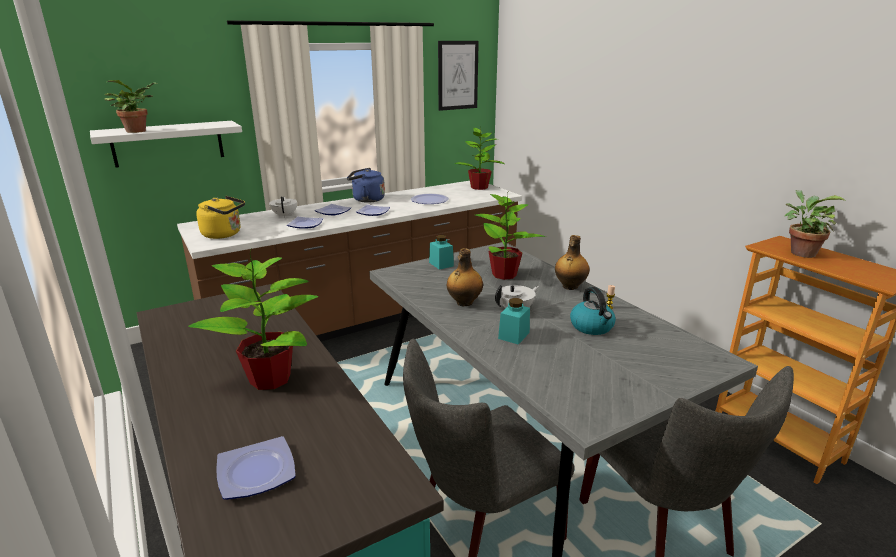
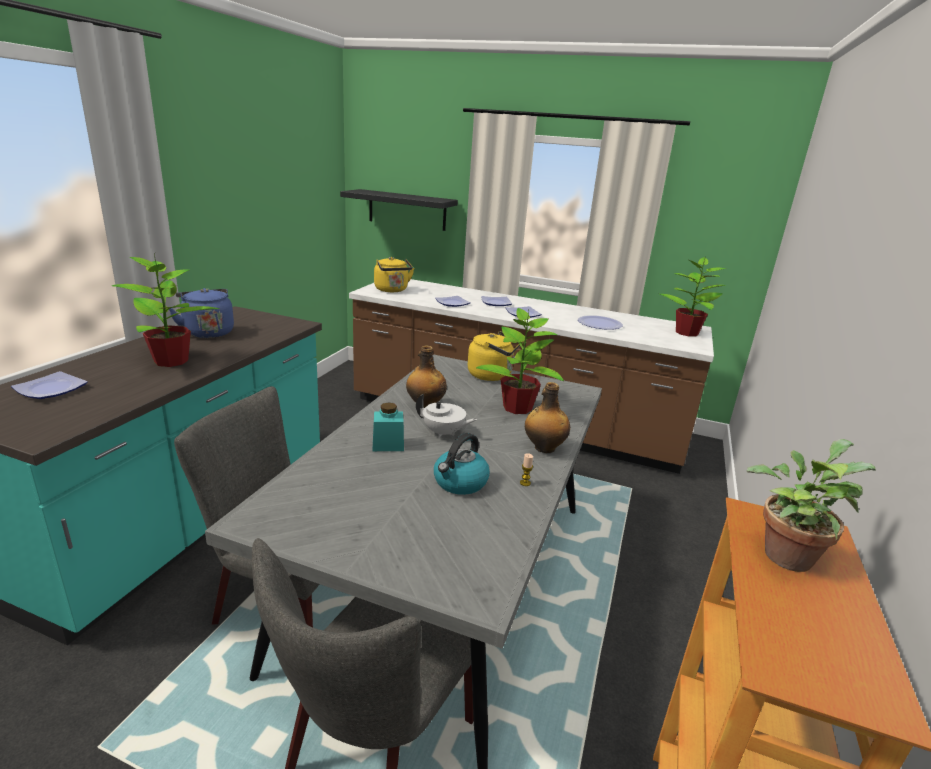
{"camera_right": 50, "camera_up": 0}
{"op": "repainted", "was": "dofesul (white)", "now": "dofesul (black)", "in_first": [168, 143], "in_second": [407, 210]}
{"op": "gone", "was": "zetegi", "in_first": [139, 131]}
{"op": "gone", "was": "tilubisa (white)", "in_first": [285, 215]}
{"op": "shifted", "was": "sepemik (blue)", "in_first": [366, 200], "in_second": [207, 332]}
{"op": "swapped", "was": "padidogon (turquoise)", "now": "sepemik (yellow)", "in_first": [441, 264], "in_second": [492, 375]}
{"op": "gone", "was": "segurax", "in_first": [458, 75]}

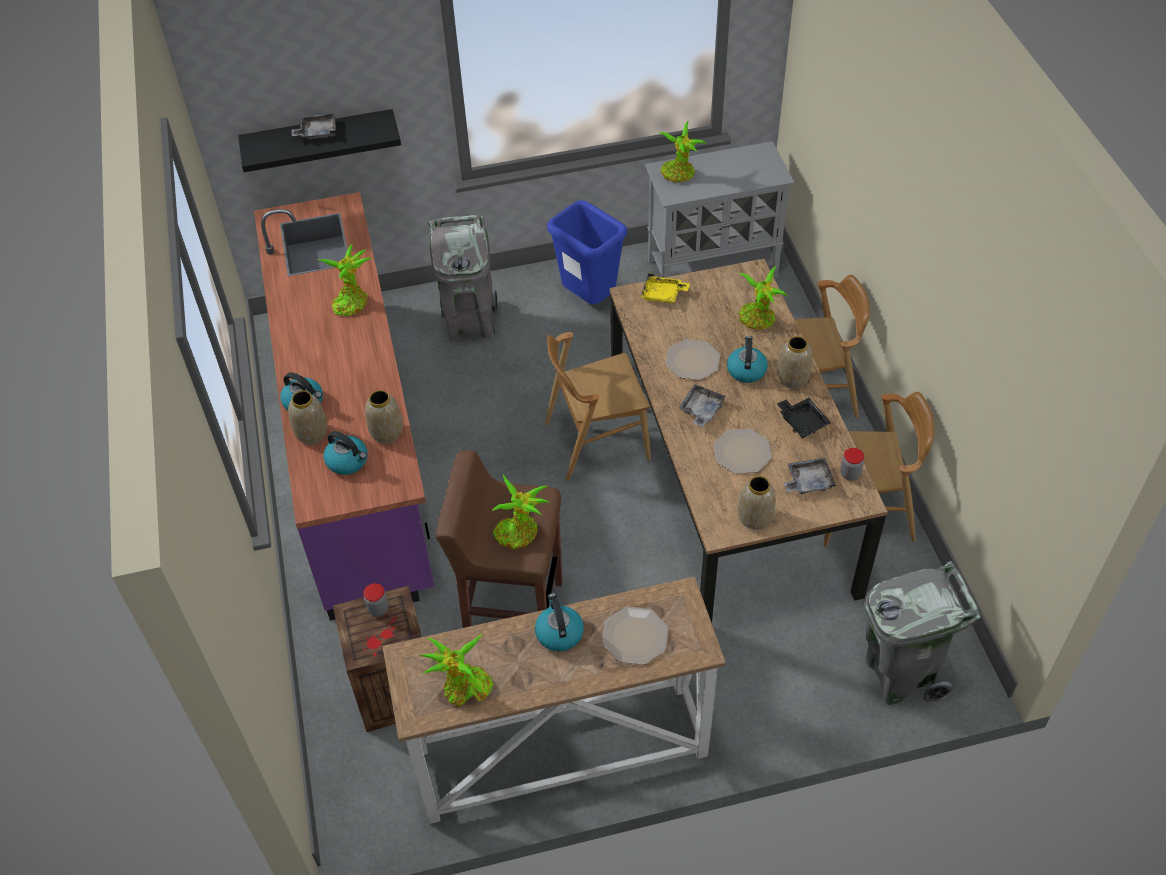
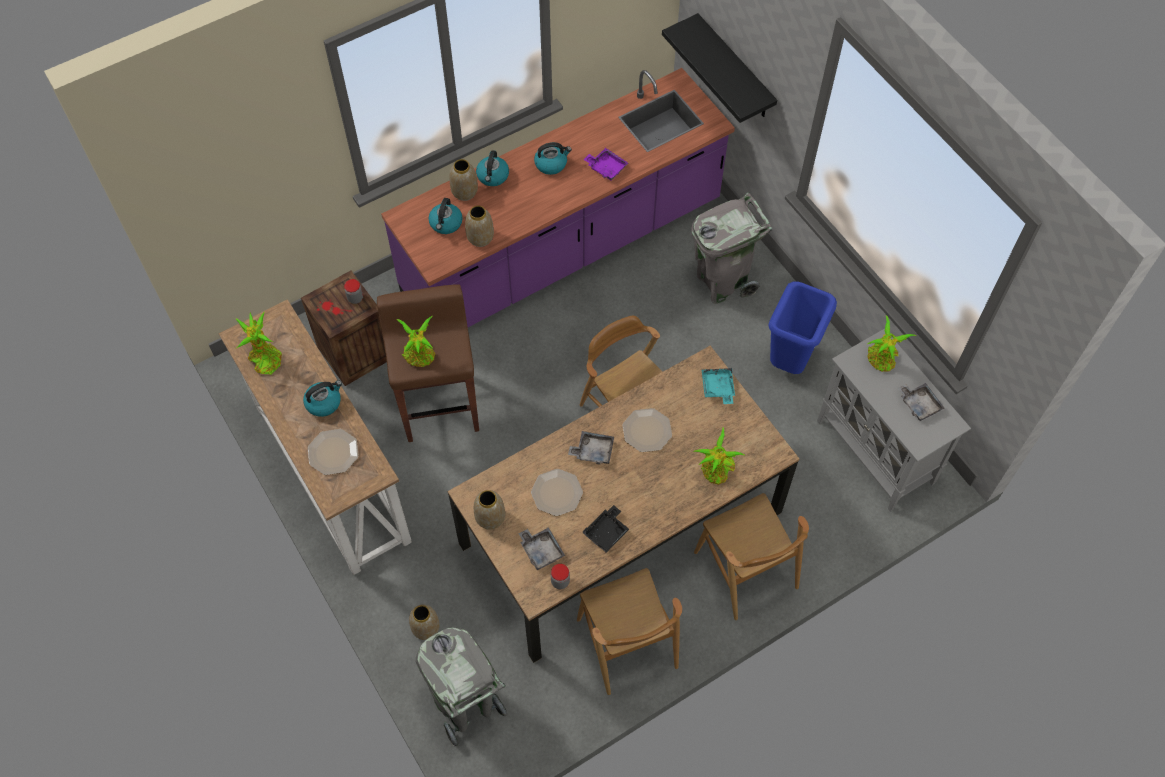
{"camera_right": 70, "camera_up": 10}
{"op": "shifted", "was": "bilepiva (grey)", "in_first": [317, 132], "in_second": [919, 404]}
{"op": "swapped", "was": "zetegi", "now": "bilepiva (purple)", "in_first": [351, 302], "in_second": [606, 167]}
{"op": "repainted", "was": "bilepiva (yellow)", "now": "bilepiva (turquoise)", "in_first": [663, 294], "in_second": [718, 388]}
{"op": "shifted", "was": "sepemik", "in_first": [746, 370], "in_second": [551, 164]}
{"op": "shifted", "was": "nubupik", "in_first": [793, 379], "in_second": [425, 628]}

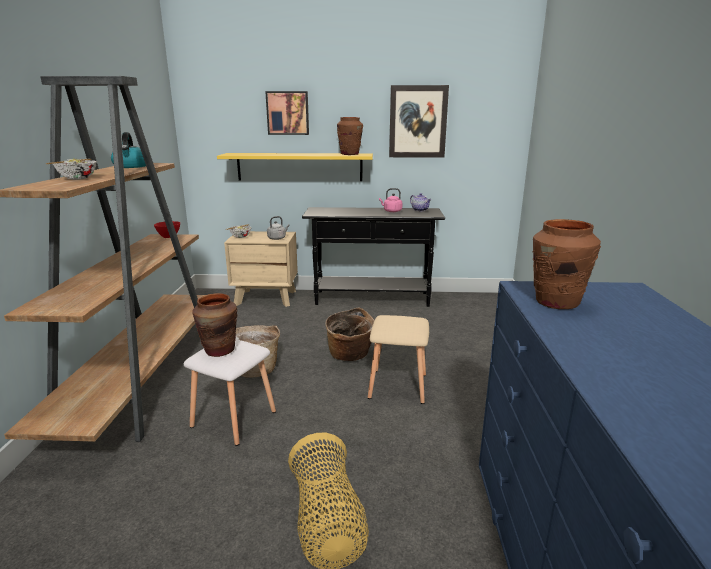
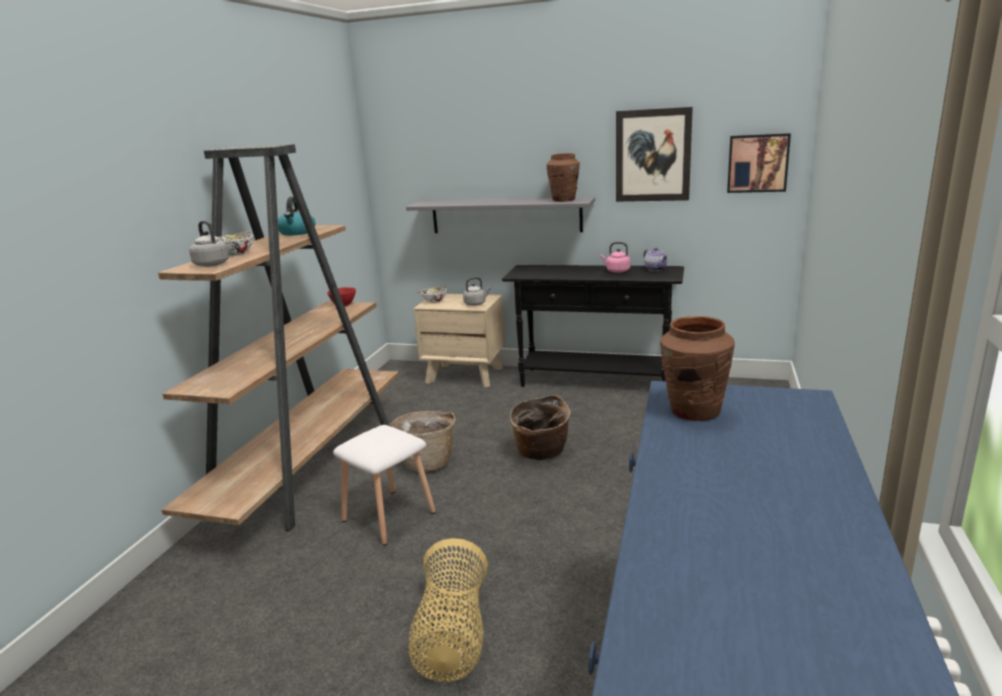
{"camera_right": 15, "camera_up": 0}
{"op": "gone", "was": "nubupik (brown)", "in_first": [219, 350]}
{"op": "repainted", "was": "dofesul (yellow)", "now": "dofesul (grey)", "in_first": [299, 167], "in_second": [505, 215]}
{"op": "shifted", "was": "segurax", "in_first": [288, 113], "in_second": [757, 163]}
{"op": "gone", "was": "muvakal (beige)", "in_first": [399, 386]}
{"op": "new", "now": "sepemik (grey)", "in_second": [210, 264]}

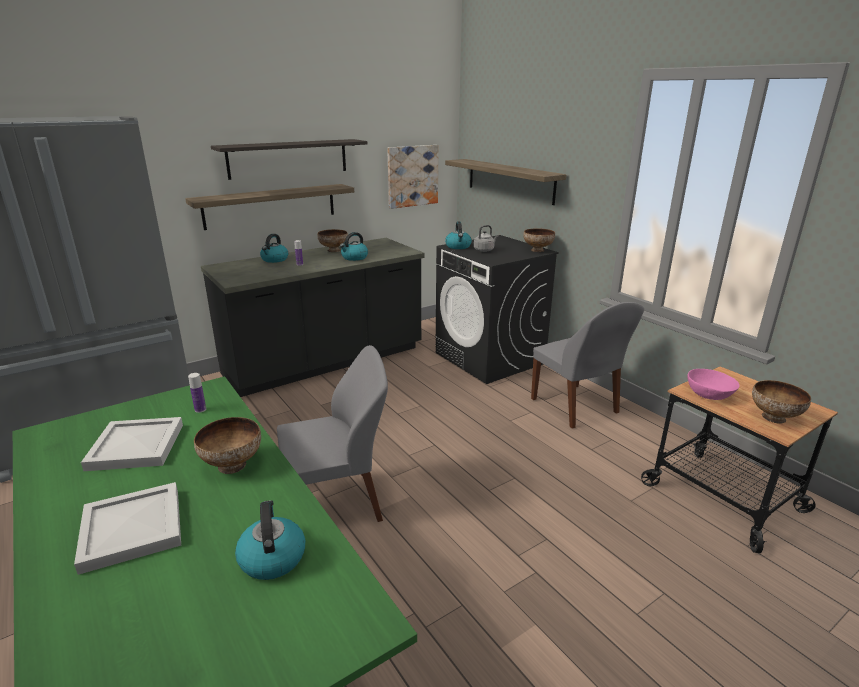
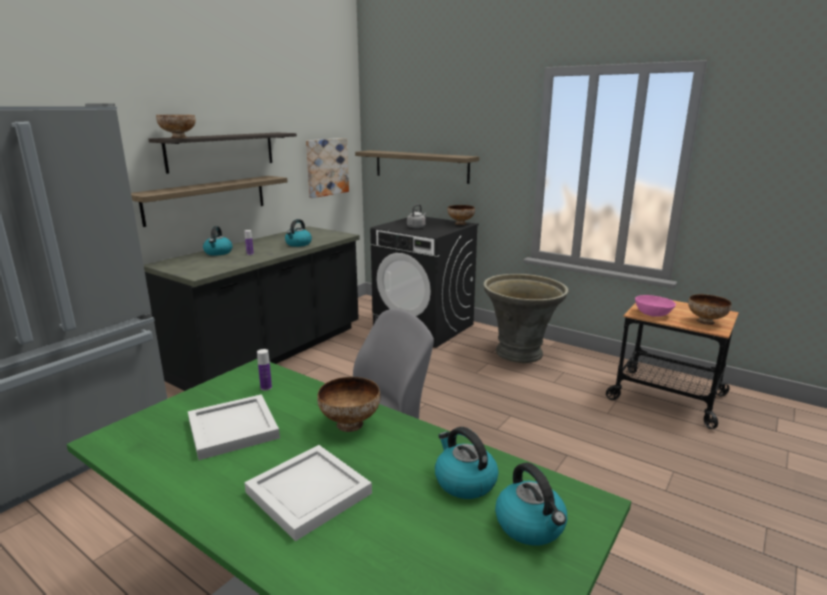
{"camera_right": -20, "camera_up": -5}
{"op": "shifted", "was": "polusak", "in_first": [333, 250], "in_second": [178, 138]}
{"op": "shifted", "was": "sepemik", "in_first": [458, 246], "in_second": [531, 525]}
{"op": "swapped", "was": "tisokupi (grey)", "now": "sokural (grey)", "in_first": [575, 407], "in_second": [520, 353]}

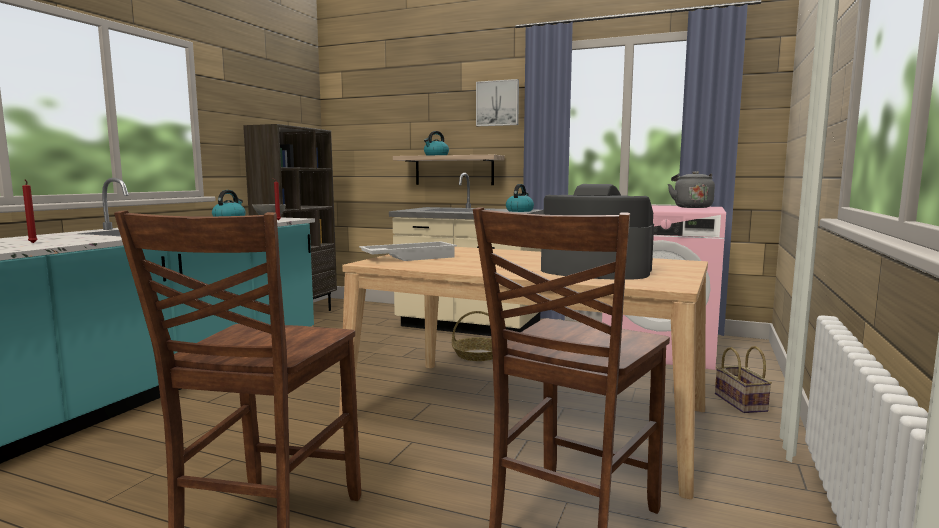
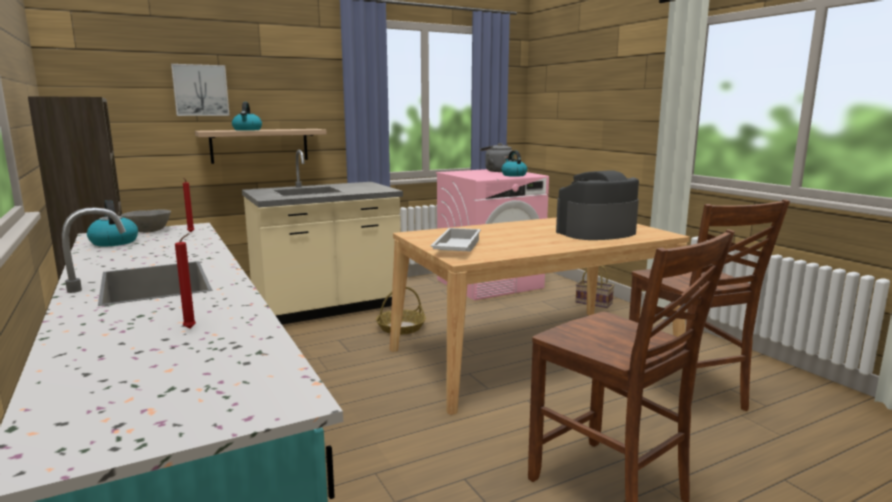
{"camera_right": -50, "camera_up": 5}
{"op": "shifted", "was": "segurax", "in_first": [498, 103], "in_second": [200, 90]}
{"op": "shifted", "was": "sepemik", "in_first": [519, 211], "in_second": [513, 175]}

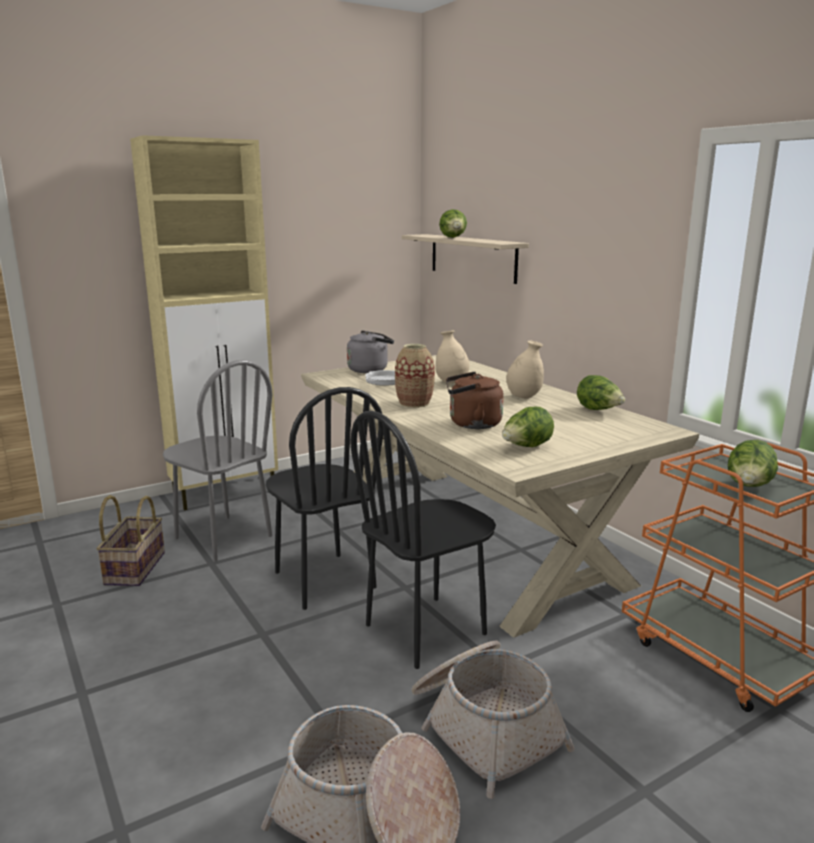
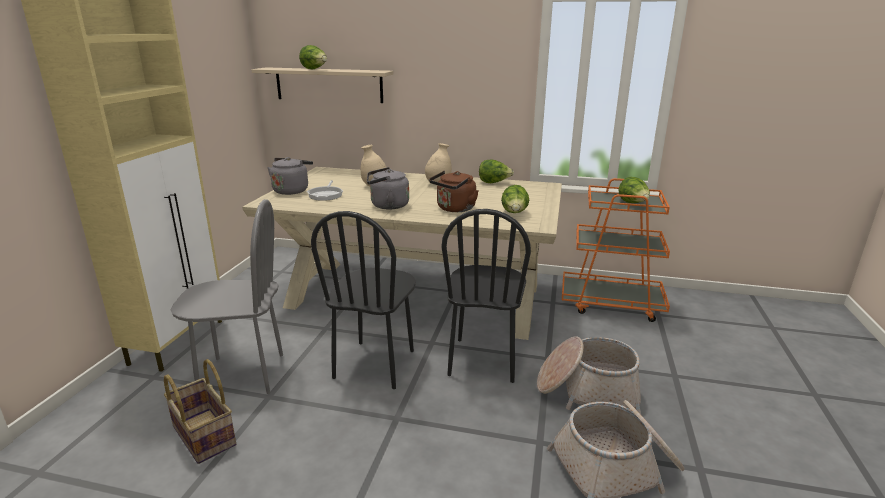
{"camera_right": -45, "camera_up": 5}
{"op": "rotated", "was": "tisokupi (black)", "in_first": [323, 580], "in_second": [375, 364], "clockwise": 90}
{"op": "swapped", "was": "nubupik", "now": "sepemik (grey)", "in_first": [414, 403], "in_second": [387, 206]}

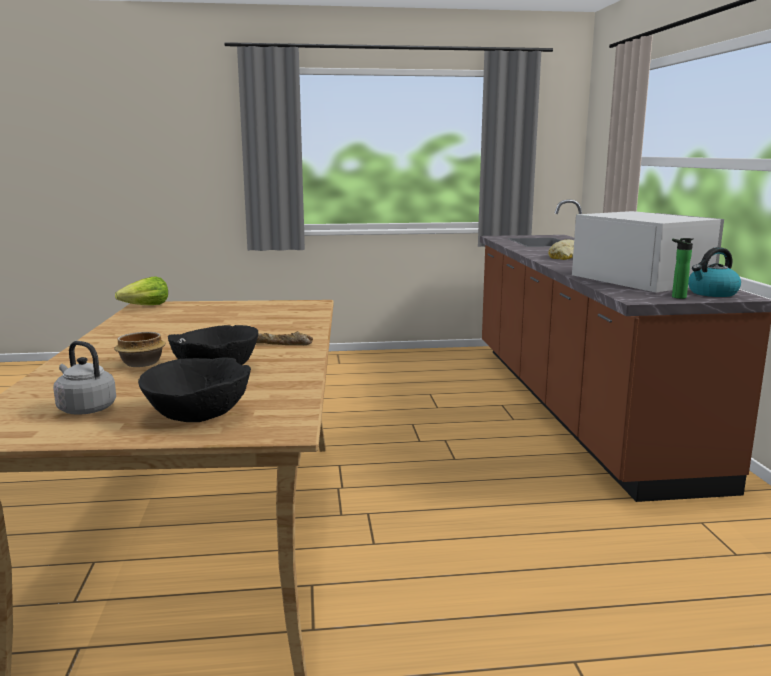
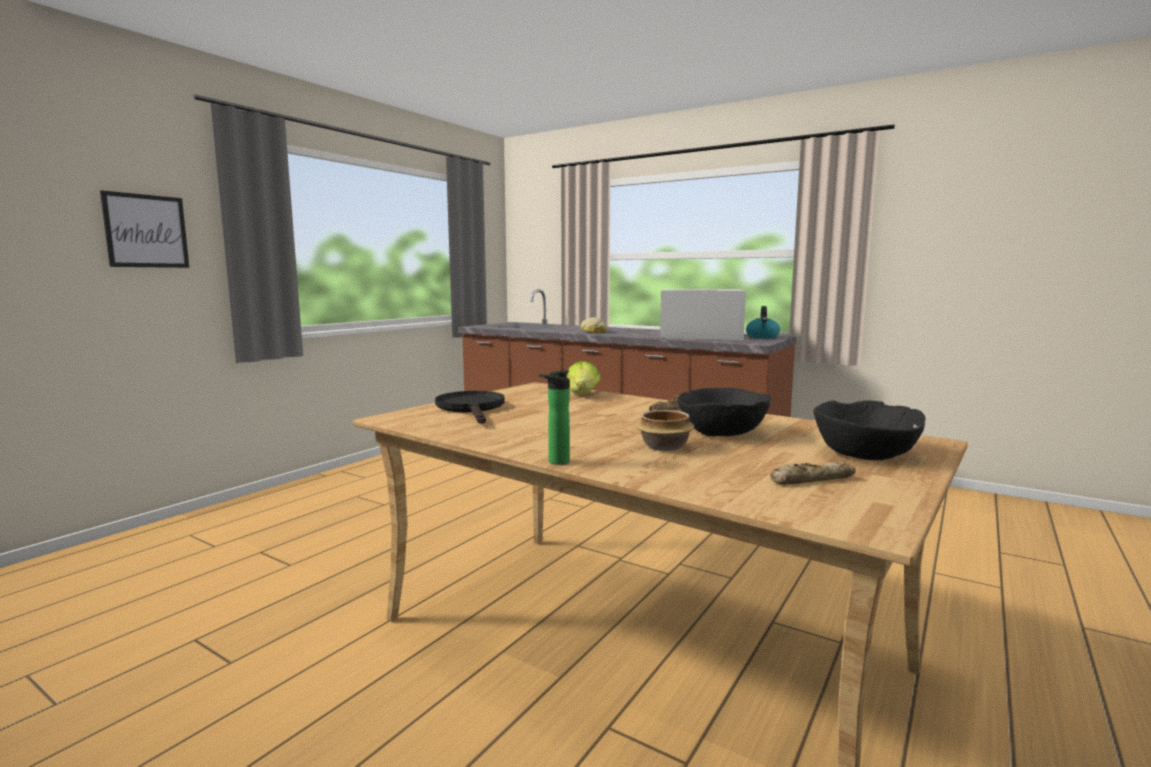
{"camera_right": -50, "camera_up": -5}
{"op": "swapped", "was": "sepemik (grey)", "now": "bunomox", "in_first": [85, 408], "in_second": [810, 479]}
{"op": "shifted", "was": "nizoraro", "in_first": [146, 306], "in_second": [583, 394]}
{"op": "shifted", "was": "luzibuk", "in_first": [676, 297], "in_second": [555, 462]}
{"op": "new", "now": "segurax", "in_second": [146, 231]}
{"op": "new", "now": "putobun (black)", "in_second": [472, 408]}

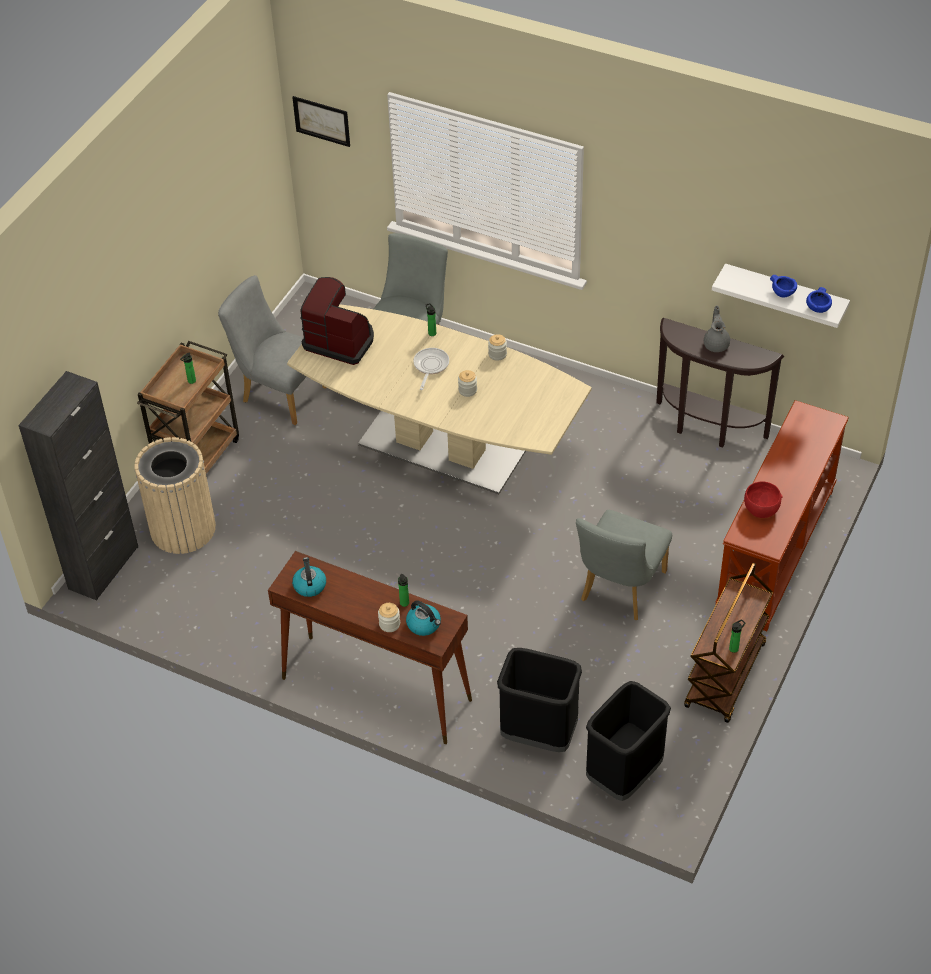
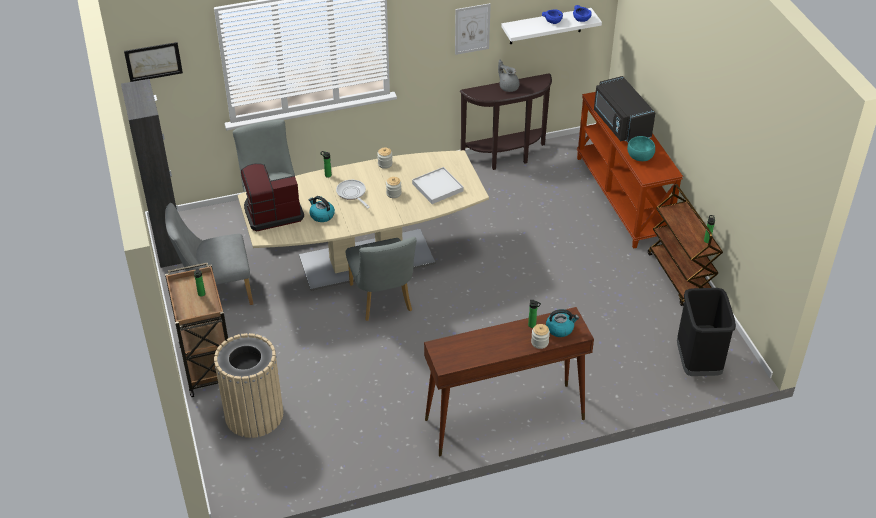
{"camera_right": -45, "camera_up": -5}
{"op": "shifted", "was": "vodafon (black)", "in_first": [103, 568], "in_second": [169, 246]}
{"op": "shifted", "was": "sepemik", "in_first": [309, 585], "in_second": [321, 215]}
{"op": "gone", "was": "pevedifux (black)", "in_first": [539, 734]}
{"op": "shifted", "was": "tisokupi (grey)", "in_first": [619, 590], "in_second": [383, 301]}
{"op": "repainted", "was": "polusak (red)", "now": "polusak (turquoise)", "in_first": [761, 509], "in_second": [640, 157]}
{"op": "new", "now": "bilepiva (white)", "in_second": [437, 187]}
{"op": "new", "now": "segurax", "in_second": [472, 29]}
{"op": "new", "now": "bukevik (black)", "in_second": [620, 124]}

